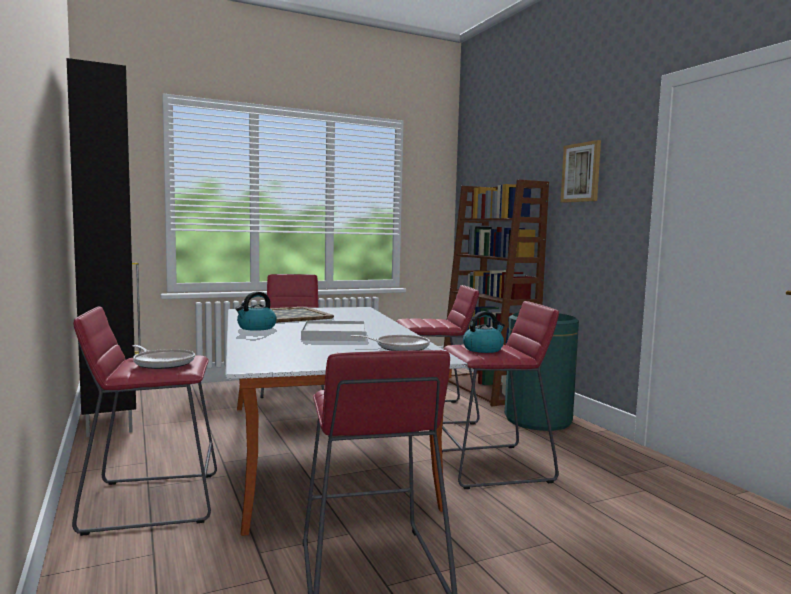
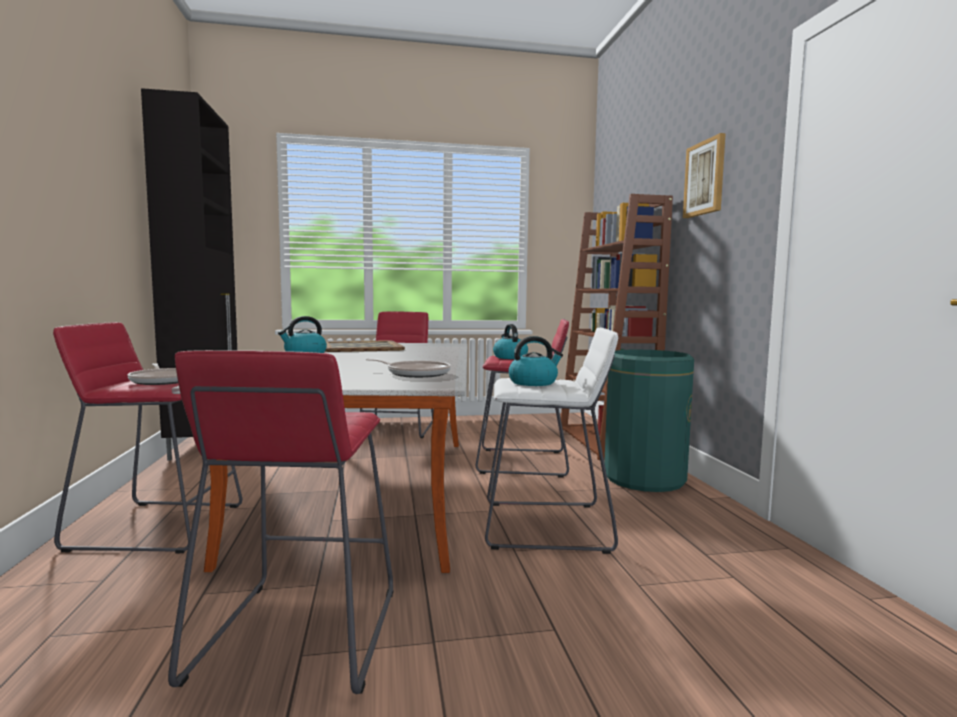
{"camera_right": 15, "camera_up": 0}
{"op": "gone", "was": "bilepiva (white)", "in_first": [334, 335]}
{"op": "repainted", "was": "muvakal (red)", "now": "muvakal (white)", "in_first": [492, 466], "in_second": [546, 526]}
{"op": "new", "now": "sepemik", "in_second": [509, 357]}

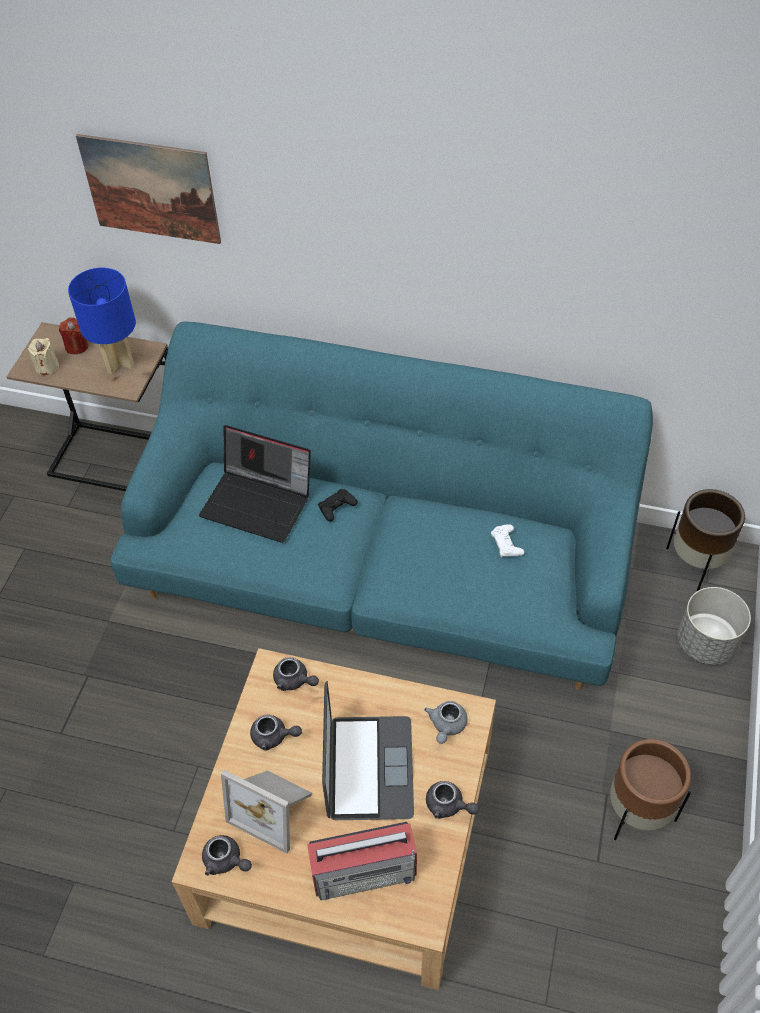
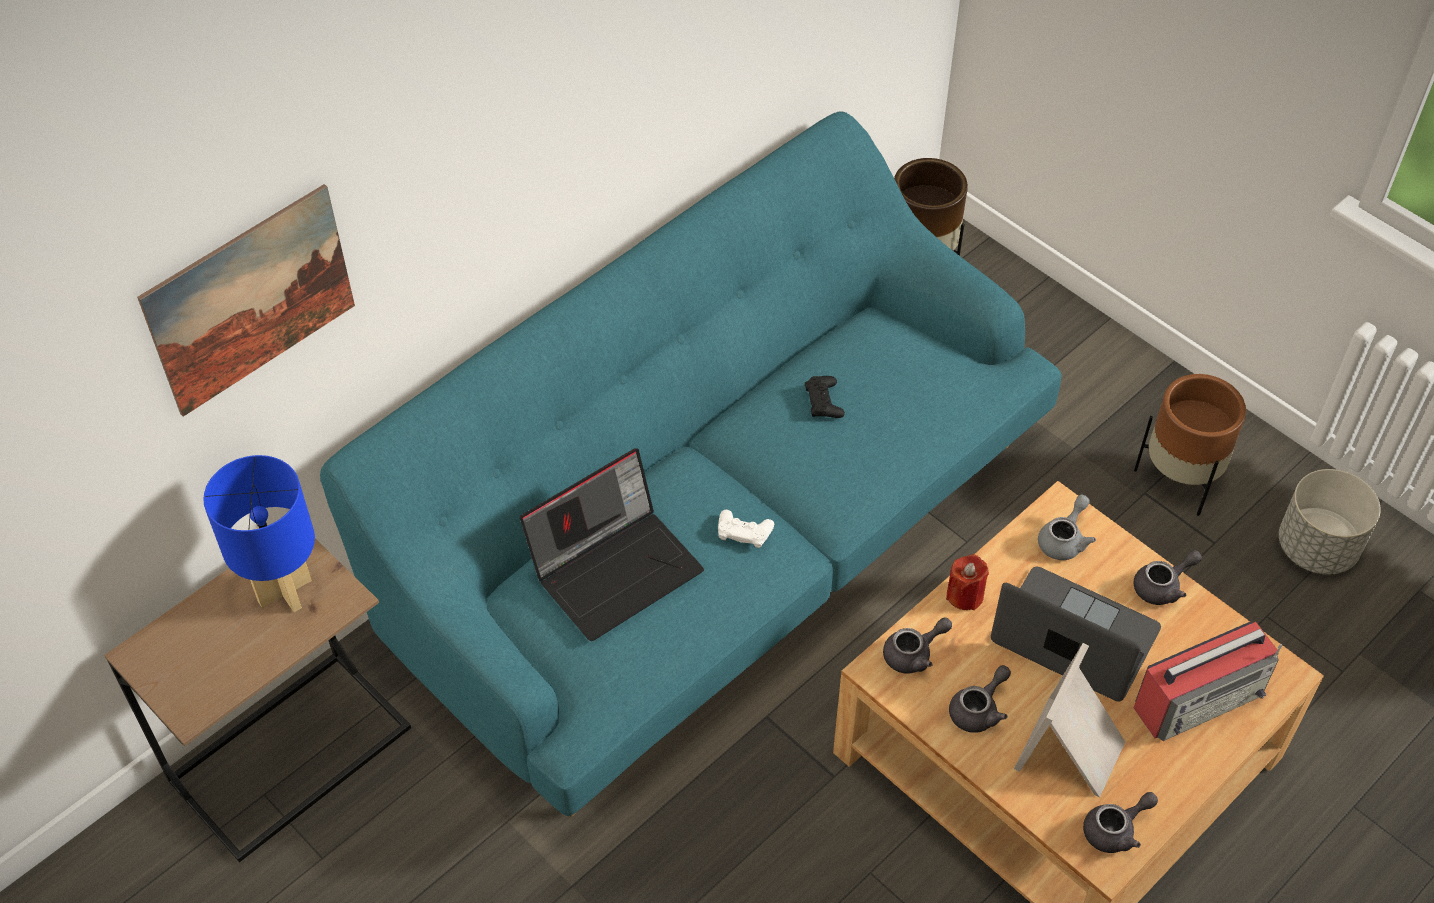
{"camera_right": -60, "camera_up": 0}
{"op": "gone", "was": "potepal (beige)", "in_first": [47, 367]}
{"op": "shifted", "was": "potepal (red)", "in_first": [76, 346], "in_second": [965, 595]}
{"op": "rotated", "was": "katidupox", "in_first": [274, 808], "in_second": [1073, 751], "clockwise": 150}
{"op": "rotated", "was": "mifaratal", "in_first": [365, 871], "in_second": [1199, 699], "clockwise": 45}
{"op": "shifted", "was": "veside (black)", "in_first": [337, 507], "in_second": [824, 401]}
{"op": "rotated", "was": "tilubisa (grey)", "in_first": [446, 726], "in_second": [1064, 539], "clockwise": -105}
{"op": "shifted", "was": "veside (white)", "in_first": [506, 544], "in_second": [744, 531]}
{"op": "shifted", "was": "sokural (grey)", "in_first": [706, 643], "in_second": [1317, 548]}

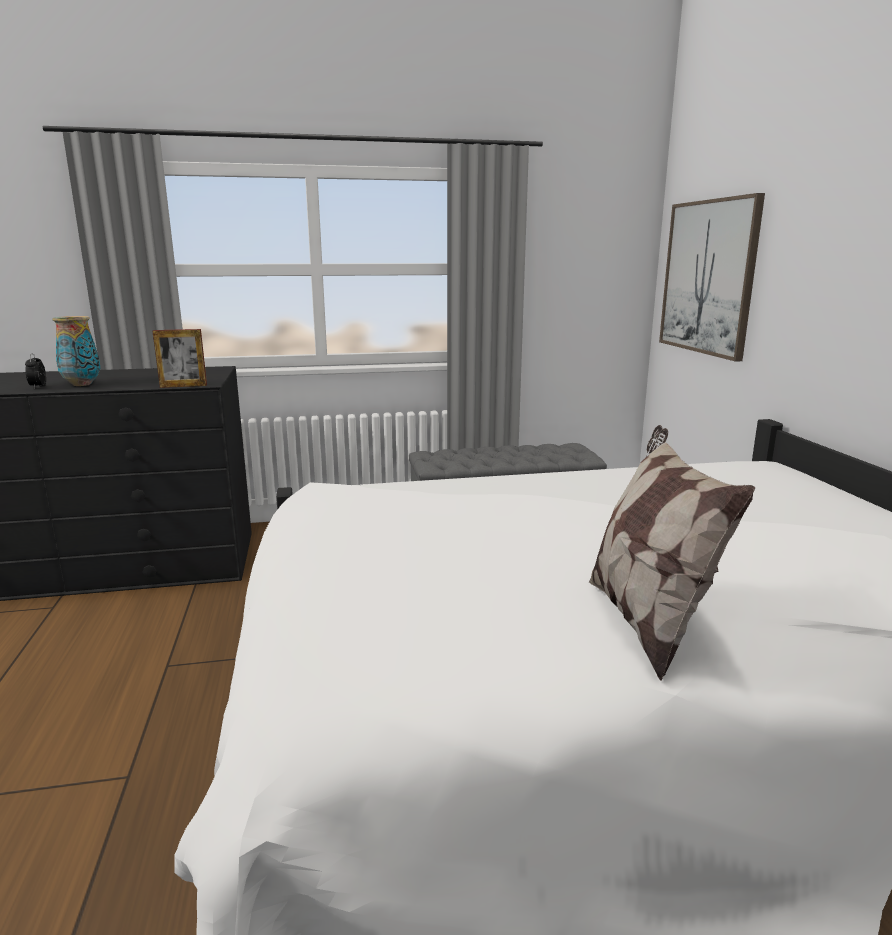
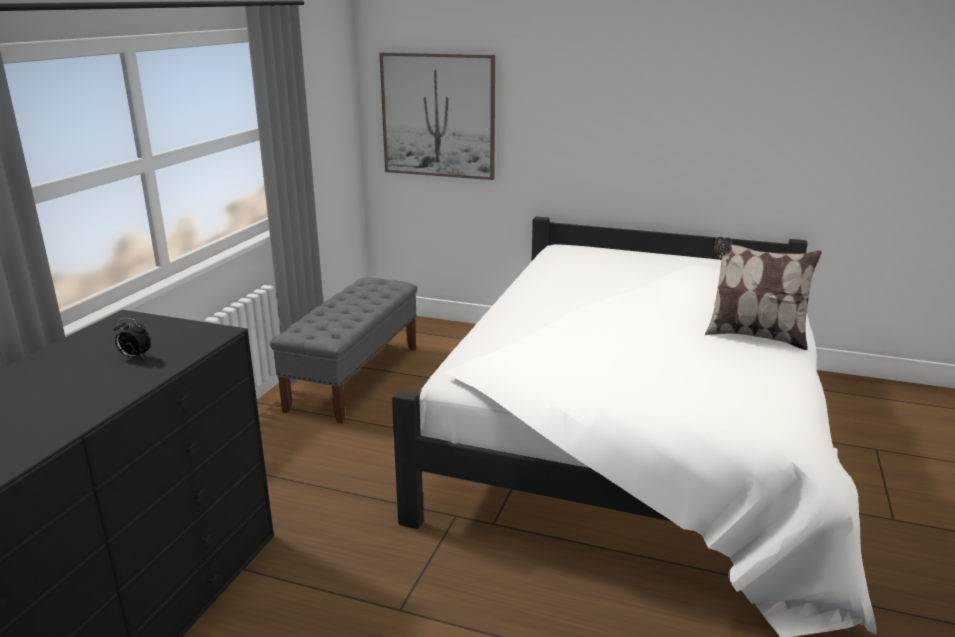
{"camera_right": -60, "camera_up": 5}
{"op": "shifted", "was": "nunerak", "in_first": [38, 387], "in_second": [134, 357]}
{"op": "gone", "was": "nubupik", "in_first": [82, 384]}
{"op": "gone", "was": "katidupox", "in_first": [183, 386]}

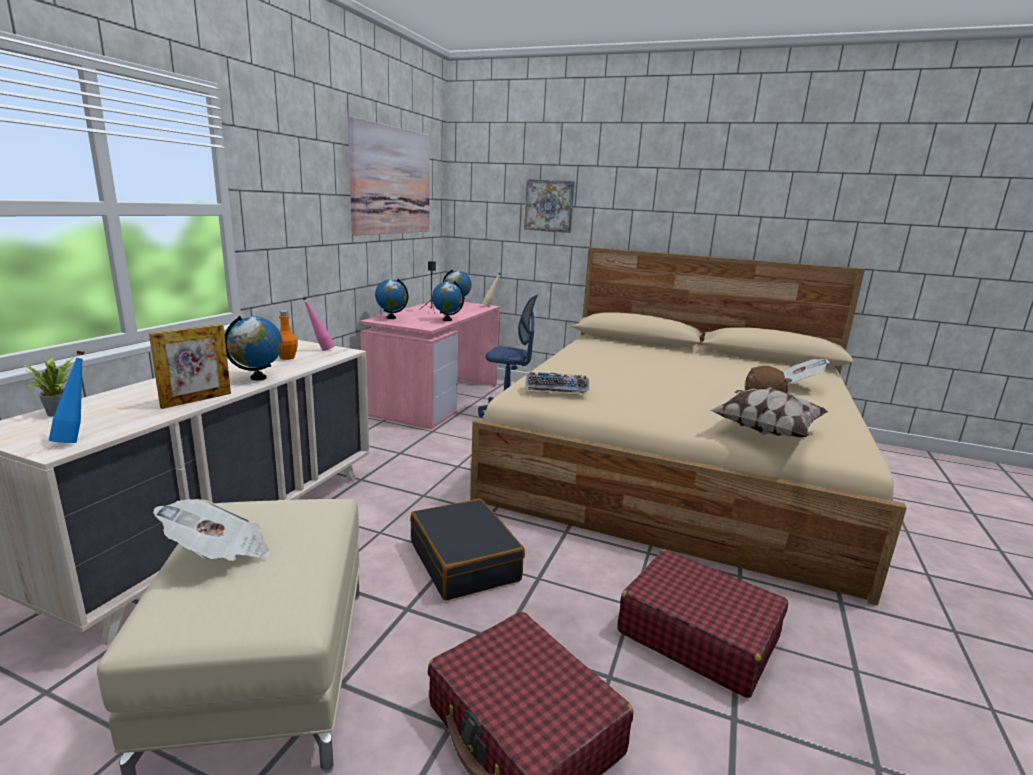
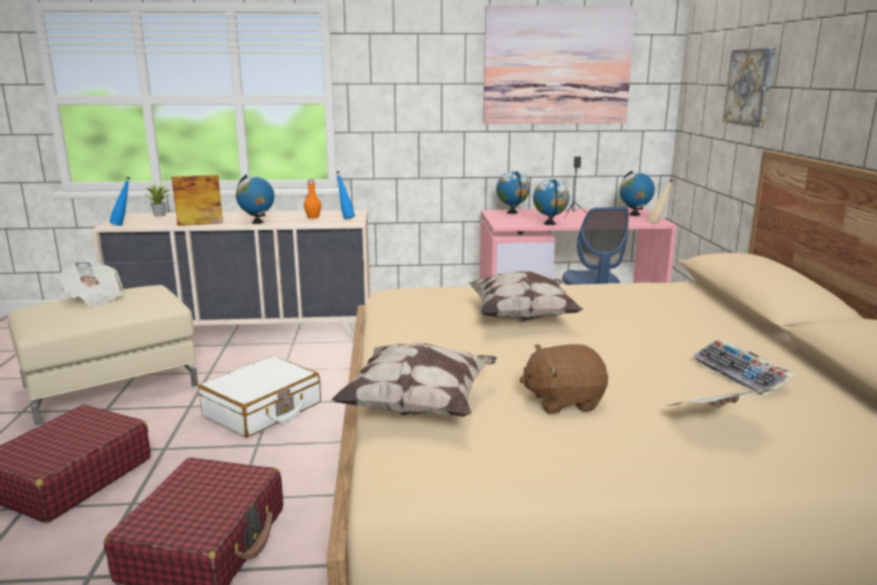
{"camera_right": 65, "camera_up": 0}
{"op": "rotated", "was": "katidupox", "in_first": [197, 400], "in_second": [200, 224], "clockwise": 150}
{"op": "repainted", "was": "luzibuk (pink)", "now": "luzibuk (blue)", "in_first": [320, 350], "in_second": [345, 218]}
{"op": "repainted", "was": "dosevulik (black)", "now": "dosevulik (white)", "in_first": [465, 561], "in_second": [263, 409]}
{"op": "shifted", "was": "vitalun", "in_first": [557, 388], "in_second": [742, 376]}
{"op": "new", "now": "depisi", "in_second": [522, 317]}

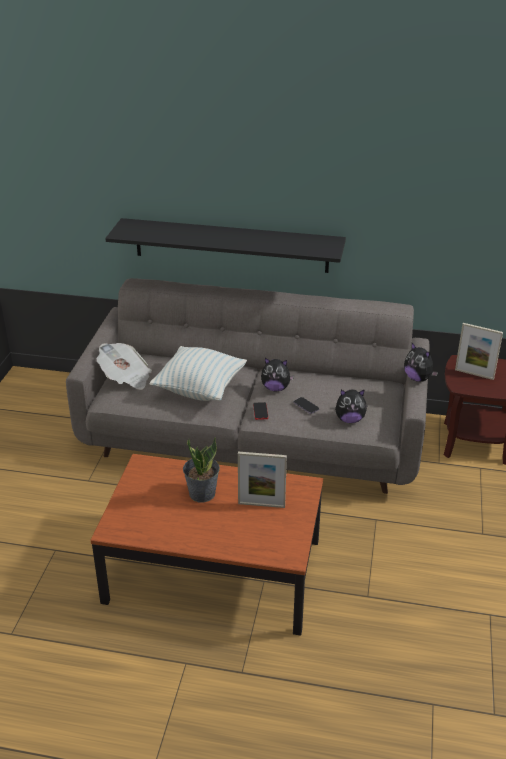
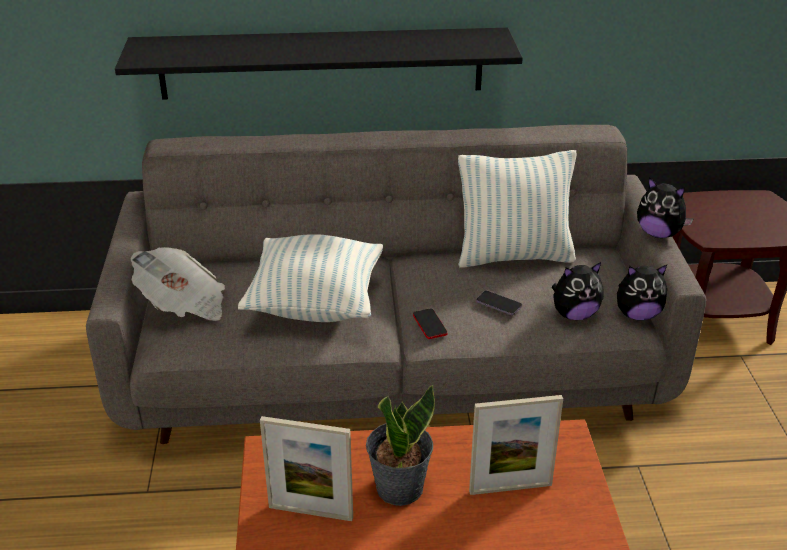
{"camera_right": -15, "camera_up": 0}
{"op": "shifted", "was": "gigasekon", "in_first": [275, 388], "in_second": [637, 314]}
{"op": "shifted", "was": "katidupox", "in_first": [474, 374], "in_second": [310, 512]}
{"op": "new", "now": "depisi", "in_second": [514, 256]}

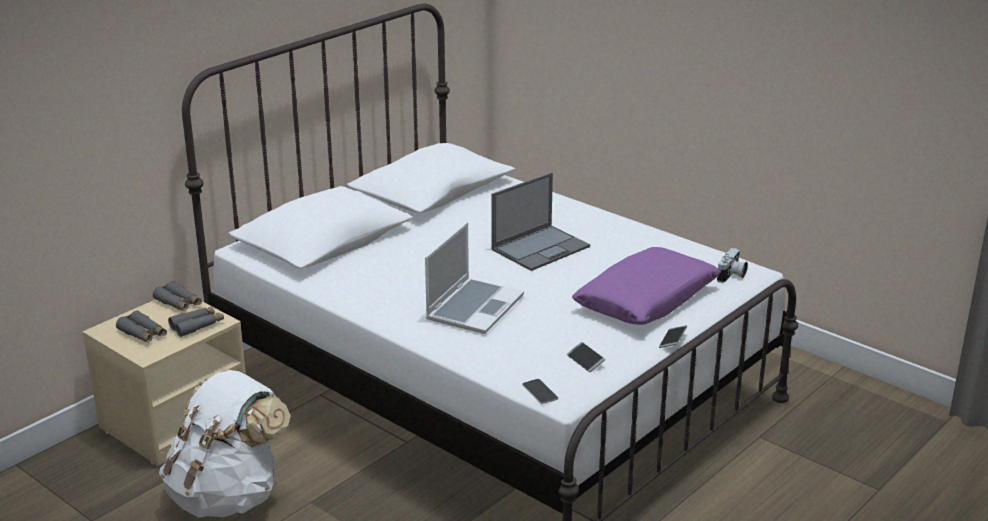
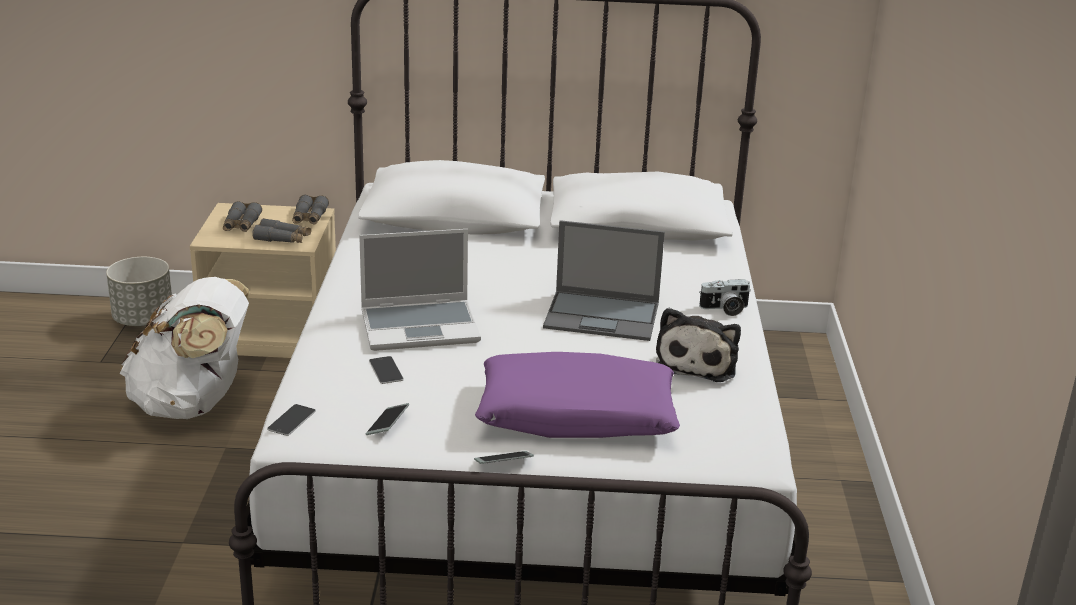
{"camera_right": 50, "camera_up": 0}
{"op": "shifted", "was": "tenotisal", "in_first": [732, 276], "in_second": [725, 309]}
{"op": "new", "now": "sokural (grey)", "in_second": [144, 320]}
{"op": "new", "now": "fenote", "in_second": [386, 370]}
{"op": "new", "now": "gigasekon", "in_second": [697, 362]}

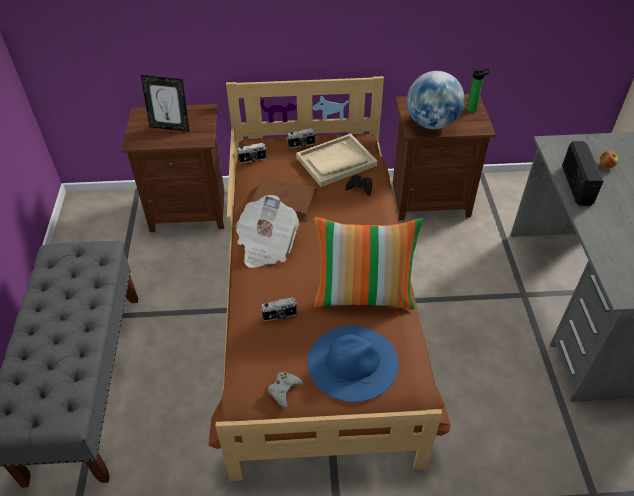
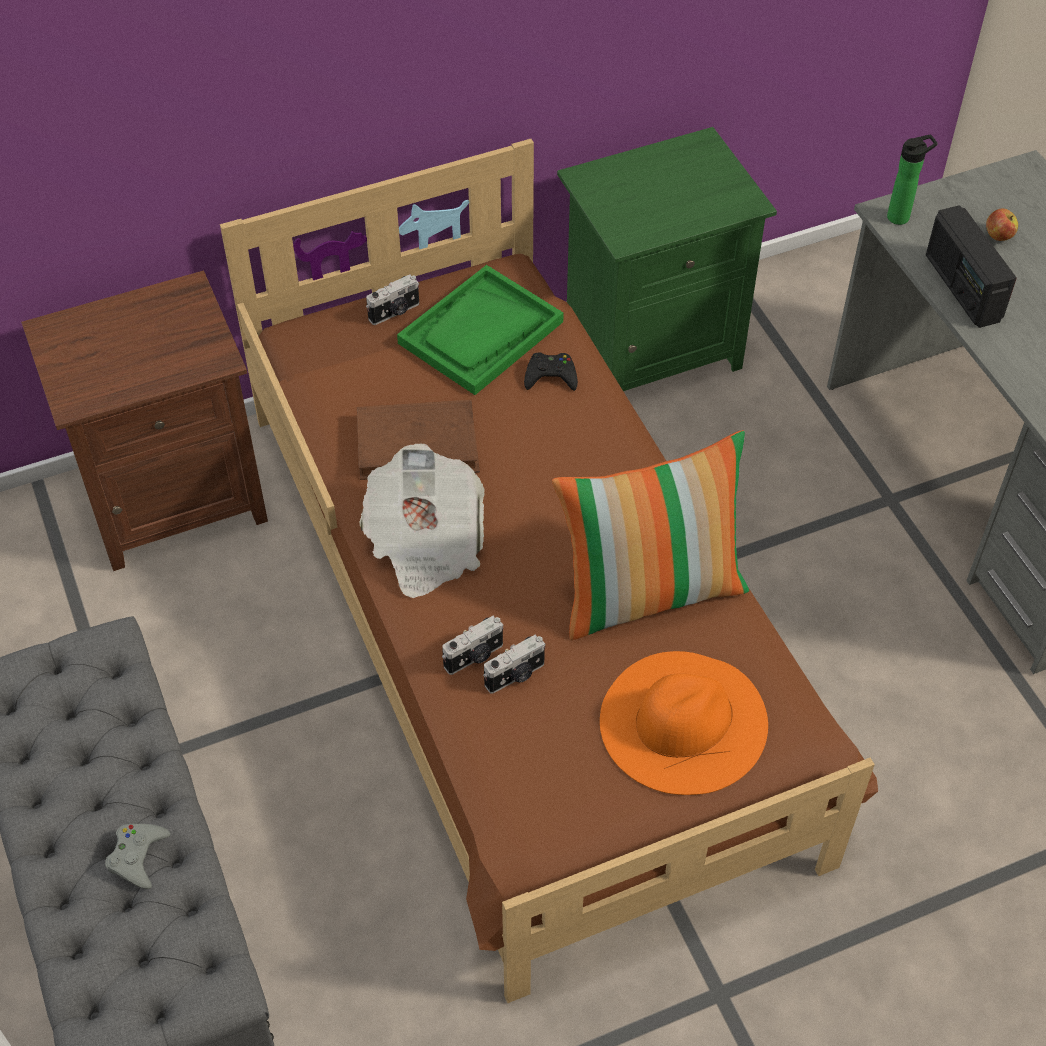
{"camera_right": -20, "camera_up": 5}
{"op": "gone", "was": "katidupox", "in_first": [170, 127]}
{"op": "shifted", "was": "tenotisal", "in_first": [253, 160], "in_second": [474, 657]}
{"op": "shifted", "was": "veside (grey)", "in_first": [284, 390], "in_second": [137, 857]}
{"op": "repainted", "was": "bilepiva (beige)", "now": "bilepiva (green)", "in_first": [336, 162], "in_second": [481, 333]}
{"op": "repainted", "was": "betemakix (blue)", "now": "betemakix (orange)", "in_first": [352, 362], "in_second": [683, 721]}
{"op": "repainted", "was": "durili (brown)", "now": "durili (green)", "in_first": [429, 198], "in_second": [650, 349]}
{"op": "gone", "was": "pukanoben", "in_first": [431, 123]}
{"op": "shifted", "was": "luzibuk", "in_first": [473, 109], "in_second": [901, 216]}

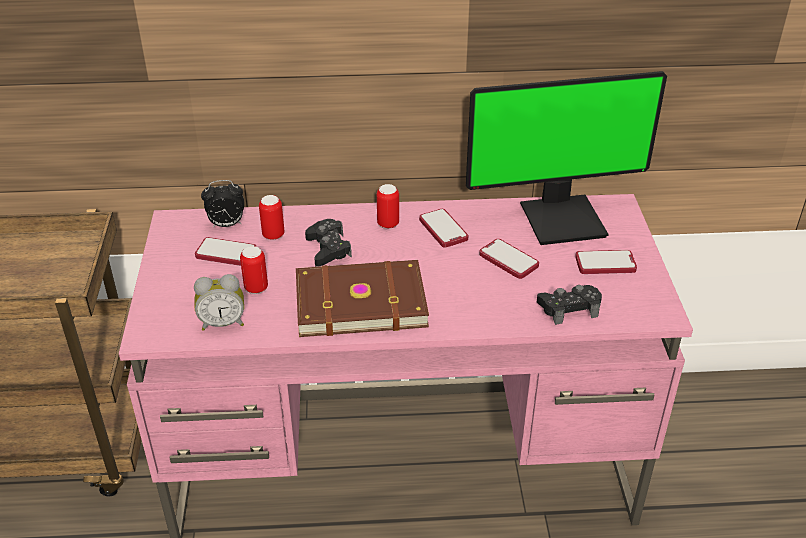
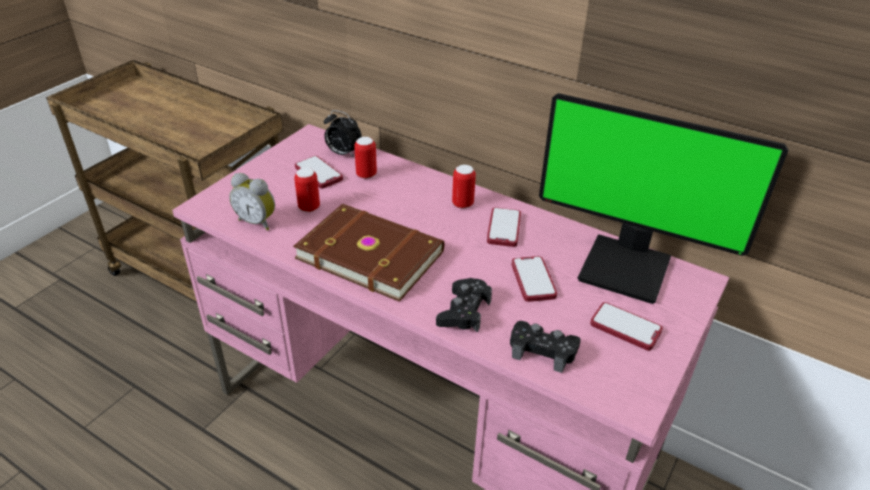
{"camera_right": 35, "camera_up": 0}
{"op": "shifted", "was": "veside (black)", "in_first": [328, 249], "in_second": [464, 311]}

